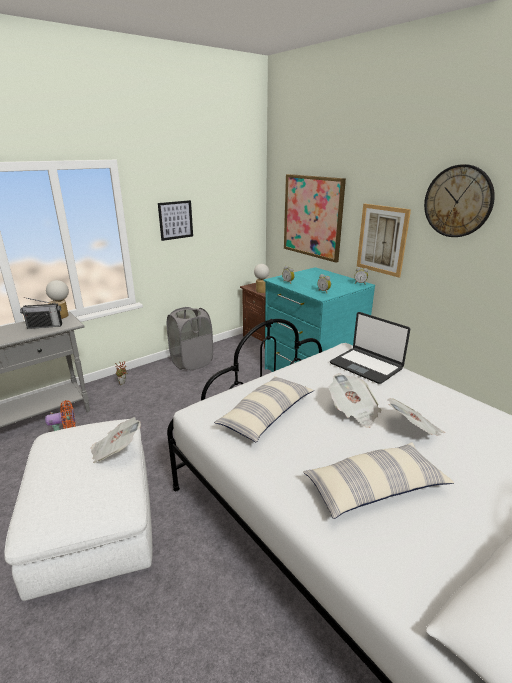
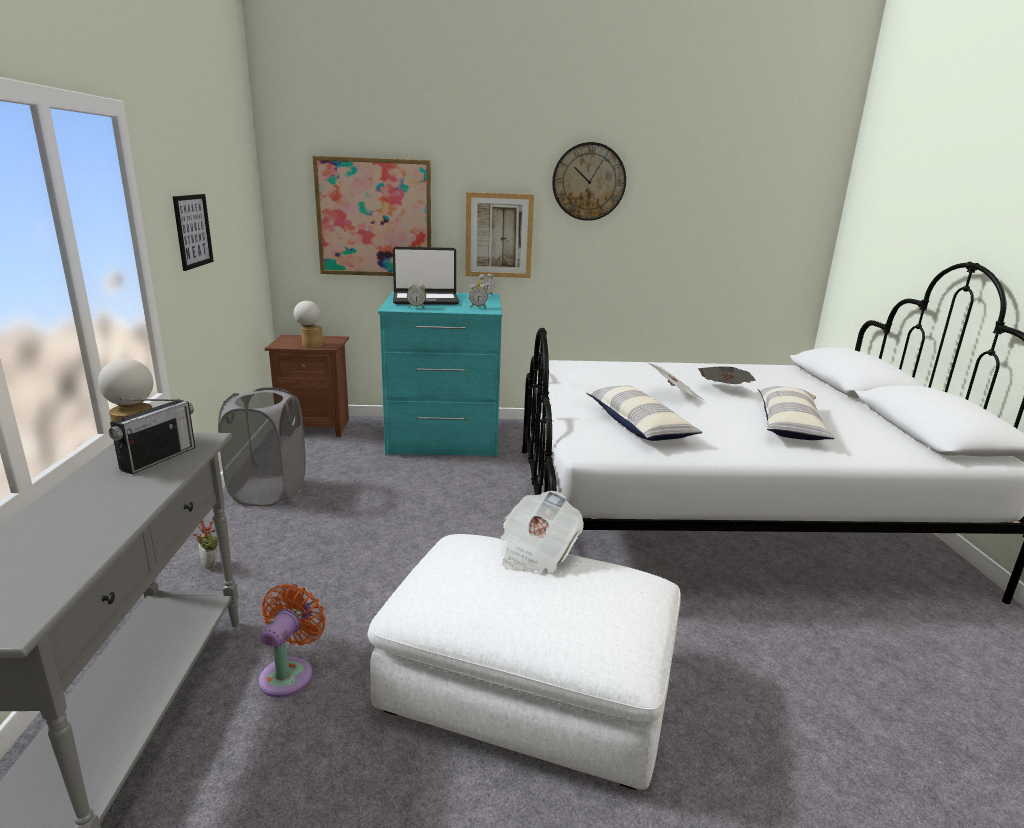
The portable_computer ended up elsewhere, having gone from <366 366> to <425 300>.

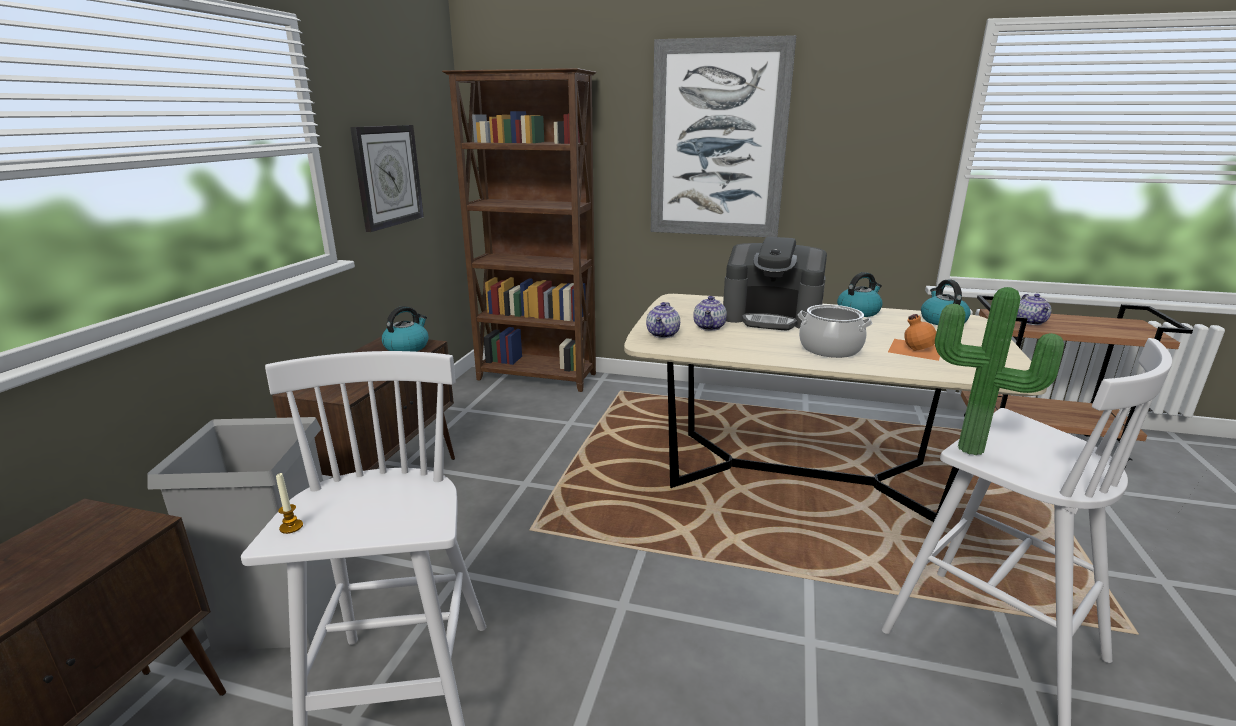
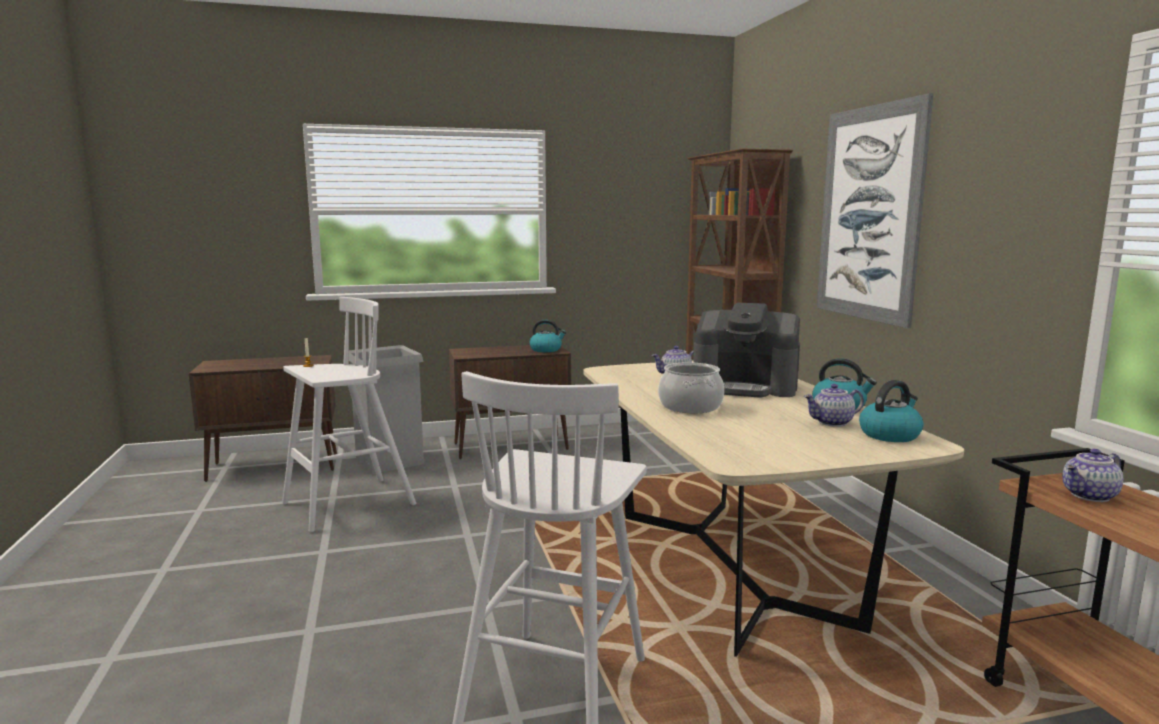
The second view lost the clock_on_the_wall at <387 176>. The pot_for_tea ended up elsewhere, having gone from <663 334> to <832 423>. The coffee_maker at <772 317> ended up facing another way, 60 degrees counterclockwise from before. The second view lost the orangey_beverage_bottle at <914 348>. The second view lost the houseplant at <971 451>.

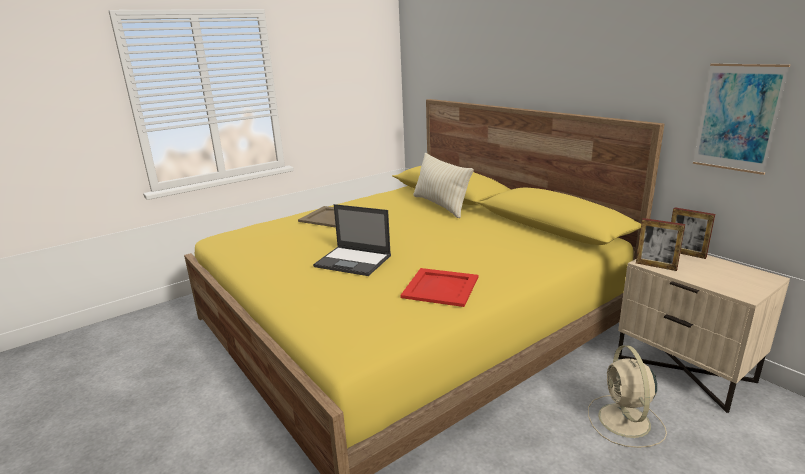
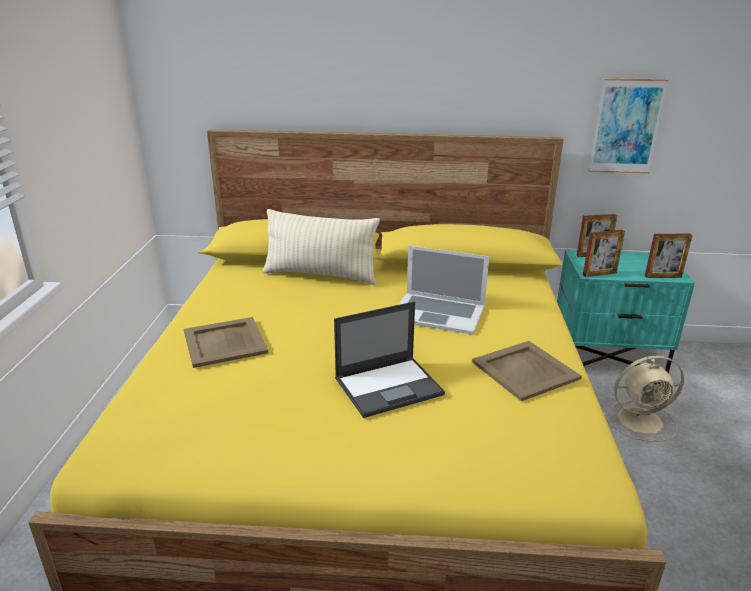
What was the red_tray at <440 287> turned into the beige-coloured_tray at <525 371>. The beige-coloured_electric_fan at <625 422> ended up facing another way, 45 degrees counterclockwise from before. What was the beige-coloured_bedside_table at <685 369> turned into the blue-green_bedside_table at <608 356>. The second view gained the portable_computer at <438 313>. The second view gained the standing_frame at <663 276>.

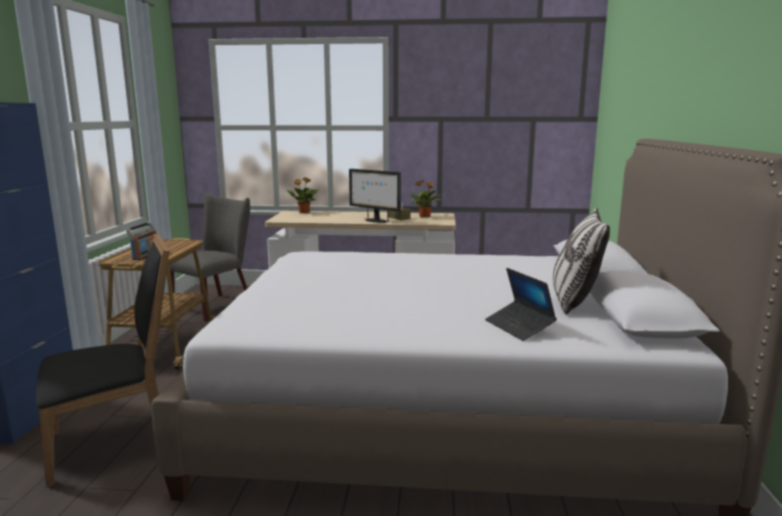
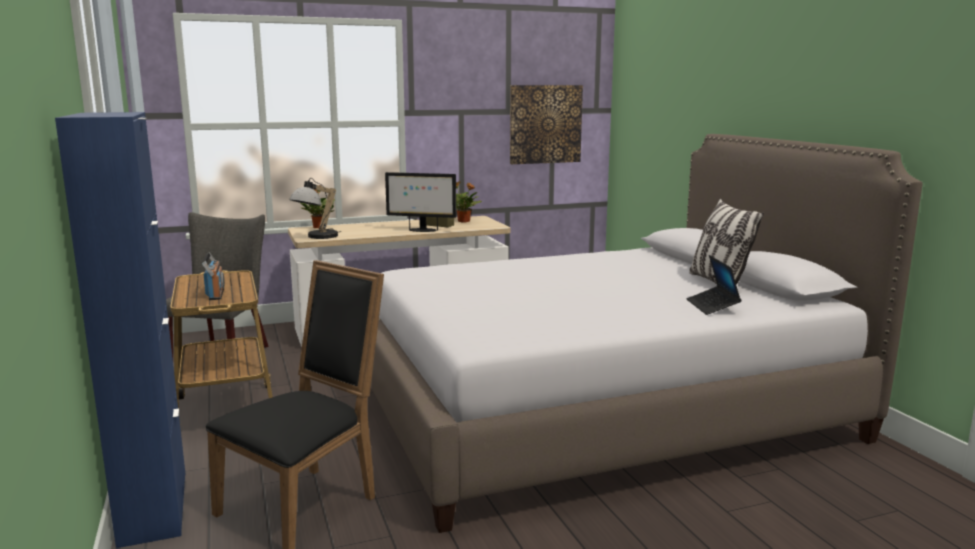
The portable_computer at <519 327> ended up facing another way, 45 degrees clockwise from before. The second view gained the tabletop_lamp at <316 237>. The second view gained the wall_art at <545 124>.

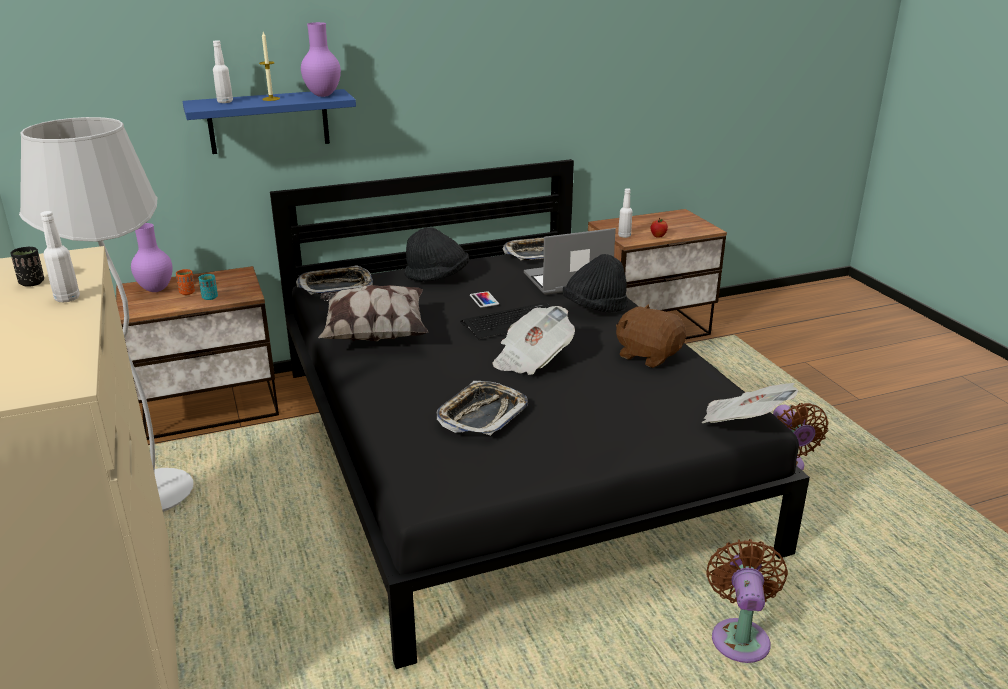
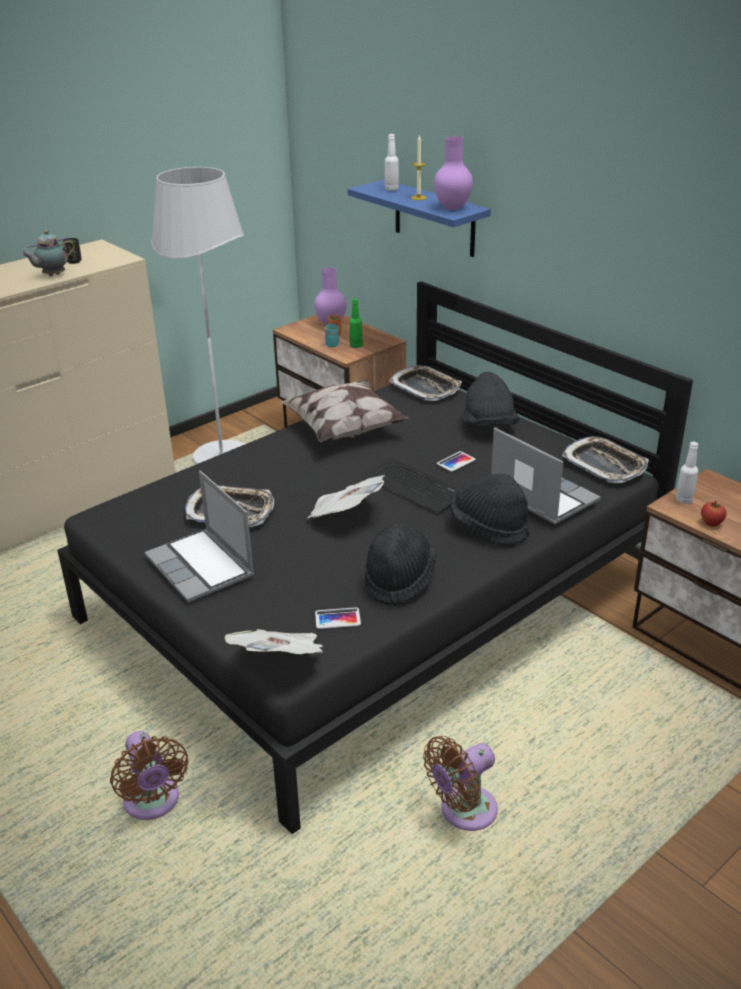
Where the whitish_beverage_bottle stood at <67 298>, the pot_for_tea came to stand at <52 275>. Where the brownish_plush_toy stood at <648 355>, the blackish_clothing_hat came to stand at <399 580>. The brownish_electric_fan at <740 636> ended up facing another way, 75 degrees clockwise from before. The second view gained the portable_computer at <202 567>. The second view gained the telephone at <337 618>. The second view gained the green_beverage_bottle at <356 346>.

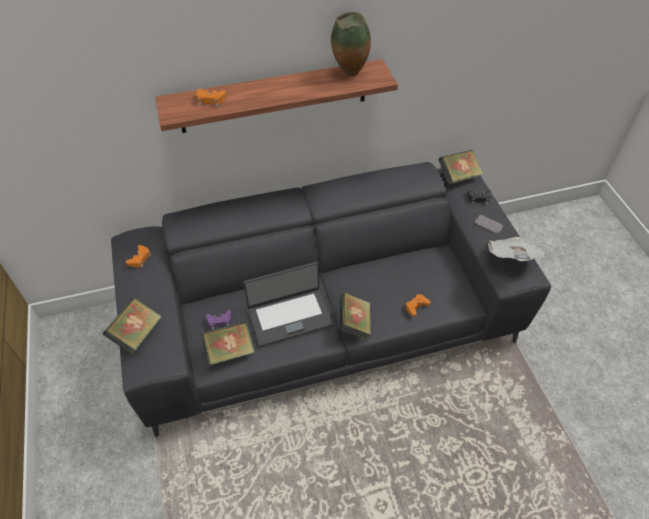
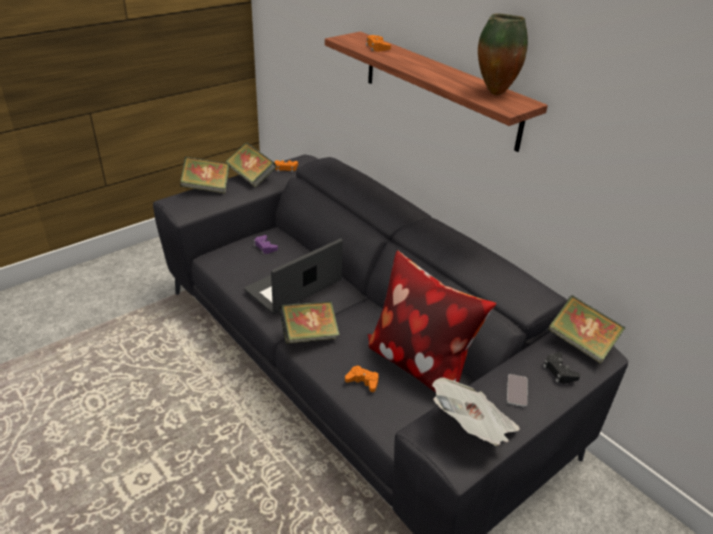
The bound_book ended up elsewhere, having gone from <229 351> to <251 177>. The portable_computer at <289 316> ended up facing another way, 90 degrees clockwise from before. The second view gained the throw_pillow at <419 362>.

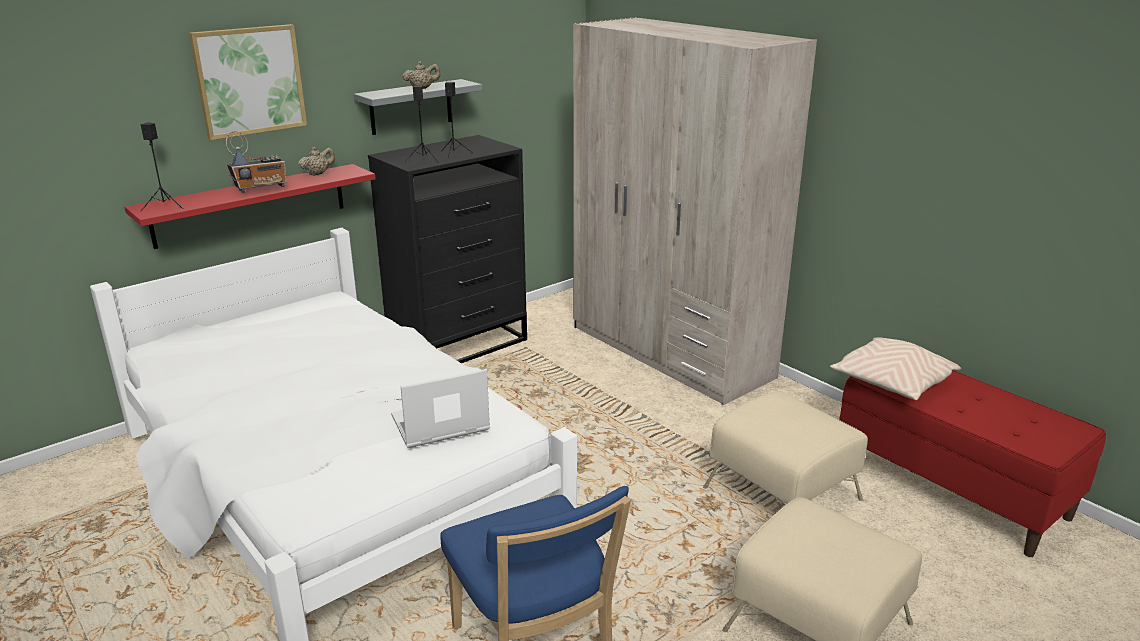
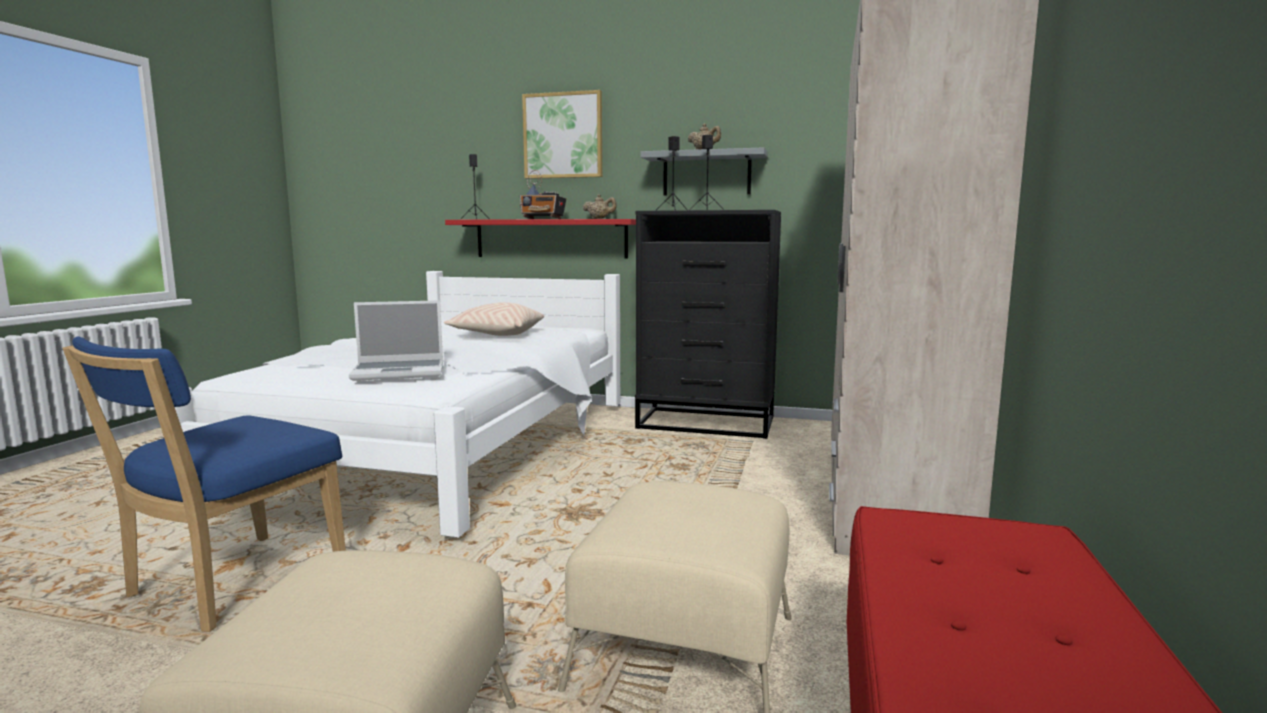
The portable_computer at <439 425> ended up facing another way, 135 degrees clockwise from before. The beige-coloured_throw_pillow ended up elsewhere, having gone from <892 383> to <496 334>.

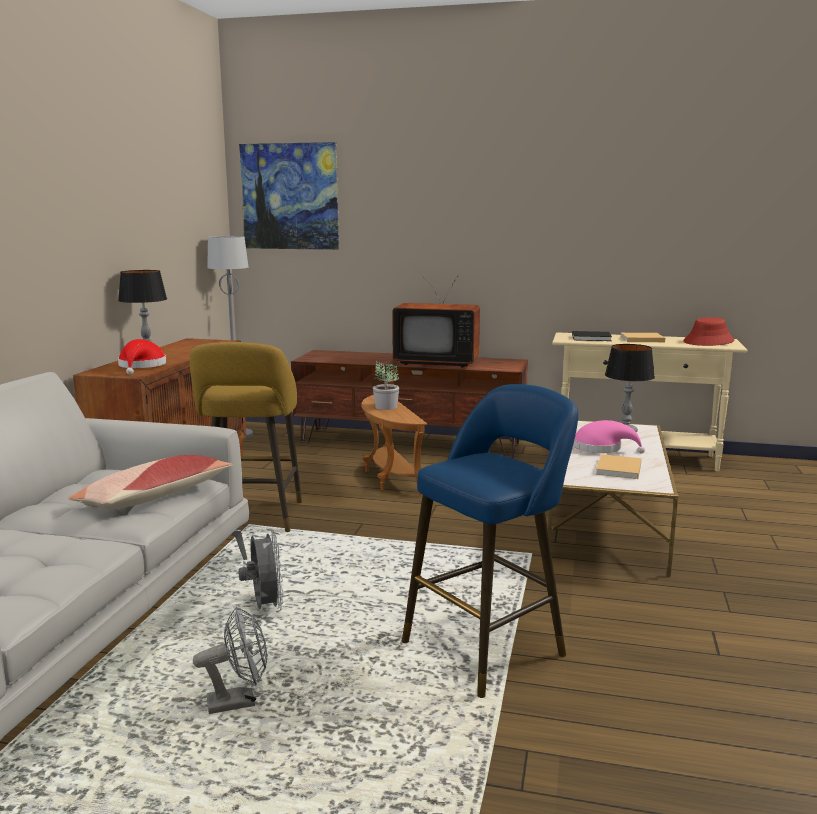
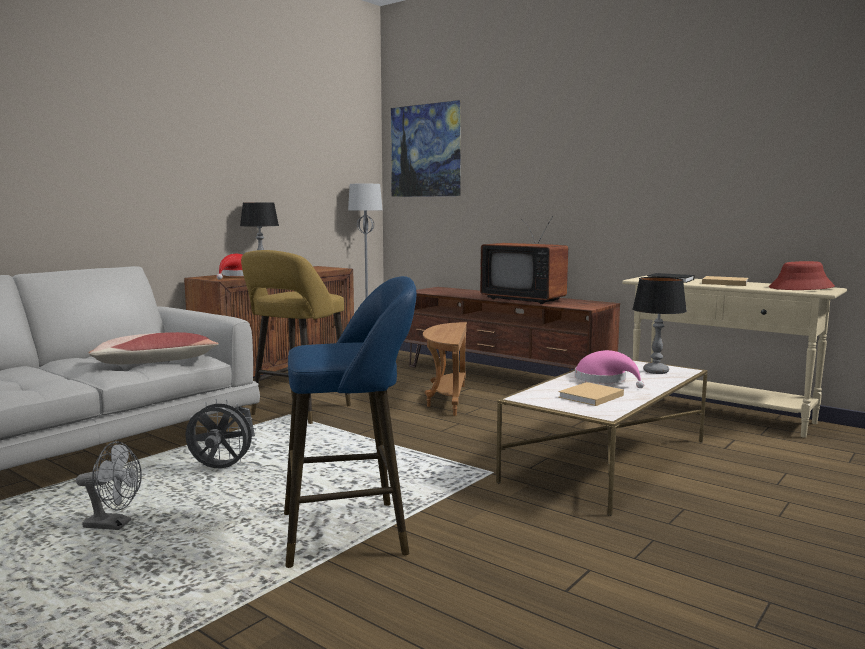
The gray_electric_fan at <265 608> ended up facing another way, 90 degrees counterclockwise from before. The second view lost the houseplant at <385 407>.

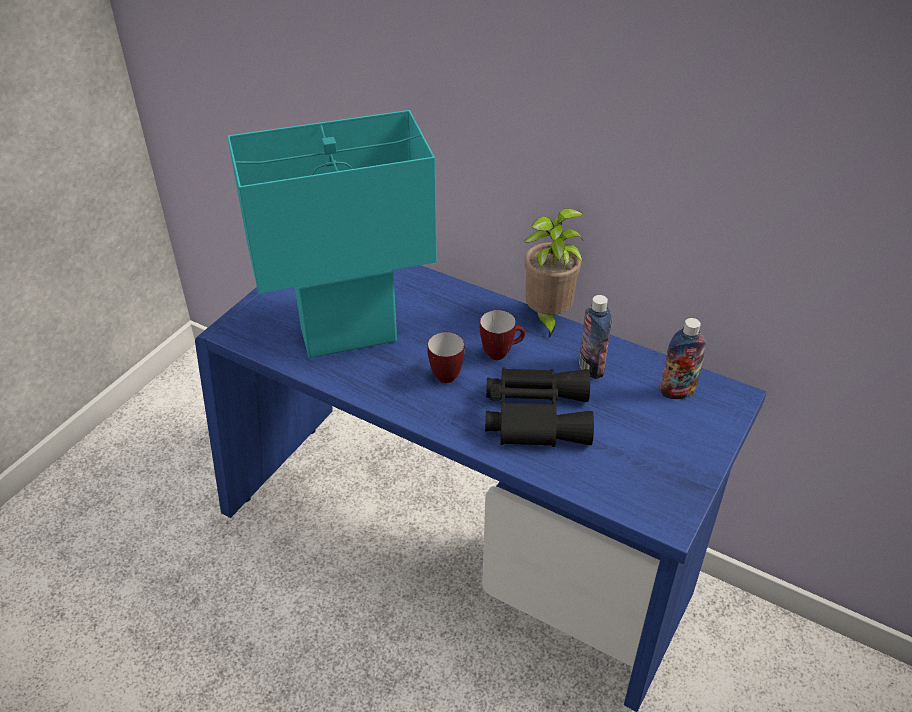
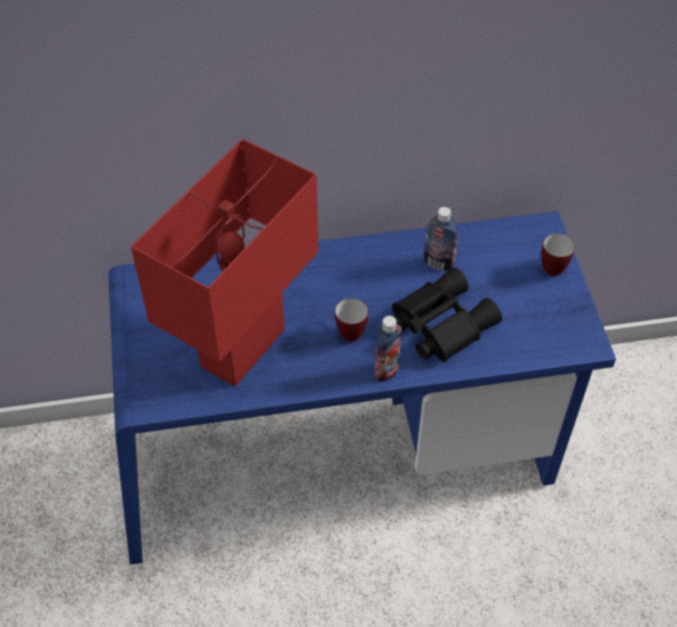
What was the blue-green_tabletop_lamp at <348 335> turned into the red_tabletop_lamp at <243 348>. The coffee_mug ended up elsewhere, having gone from <501 353> to <554 267>. The second view lost the houseplant at <547 318>. The beverage_bottle ended up elsewhere, having gone from <677 392> to <386 370>.

